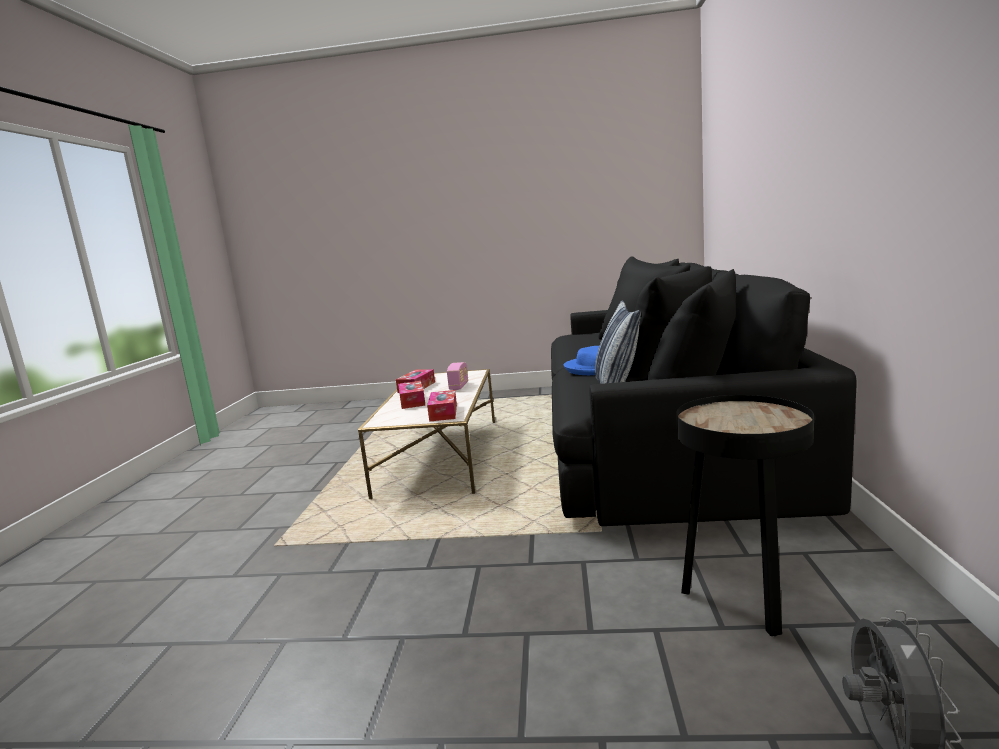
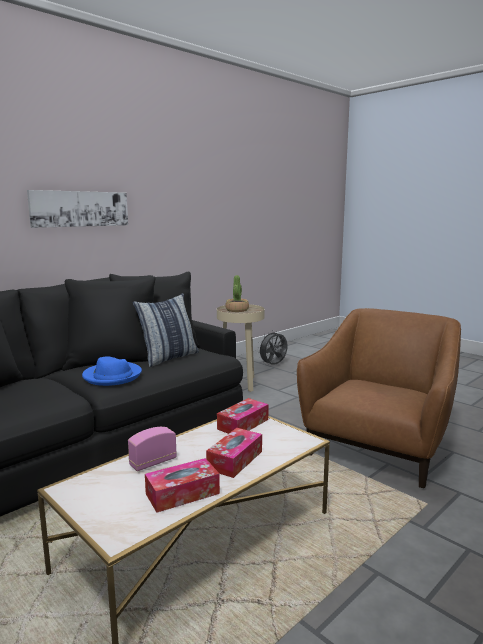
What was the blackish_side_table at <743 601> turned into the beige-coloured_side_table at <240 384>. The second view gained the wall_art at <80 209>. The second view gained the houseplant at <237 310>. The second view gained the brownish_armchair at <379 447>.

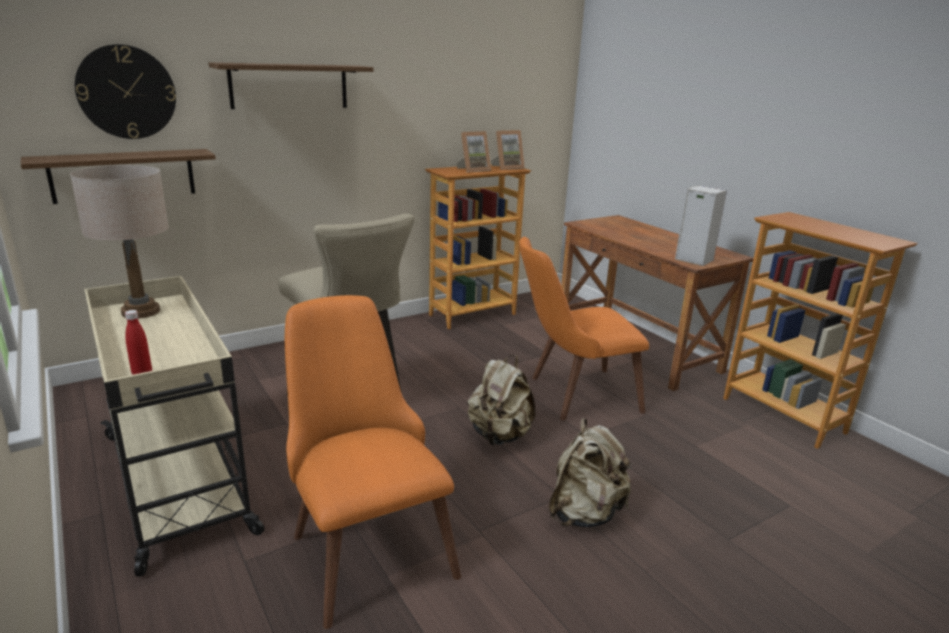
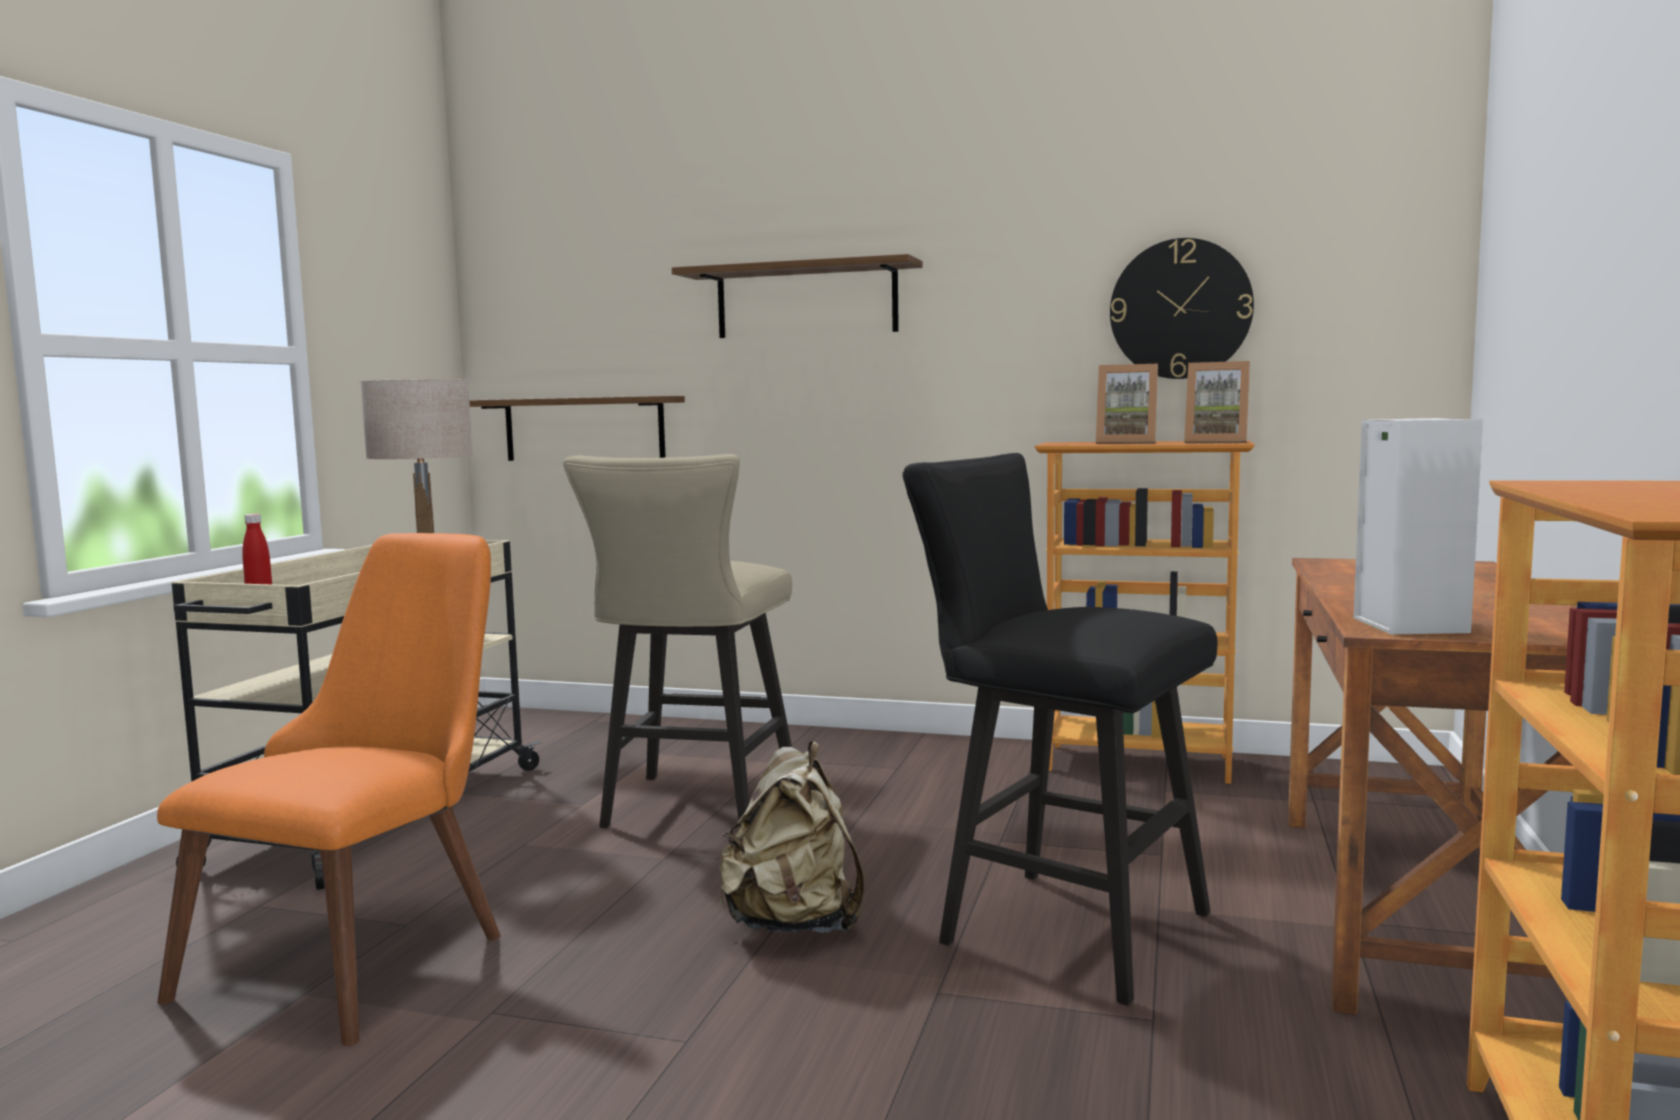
The clock_on_the_wall ended up elsewhere, having gone from <126 92> to <1180 309>. Where the orangey_plain_chair stood at <571 395>, the blackish_stool came to stand at <1057 925>. The second view lost the beige-coloured_rucksack at <585 513>.

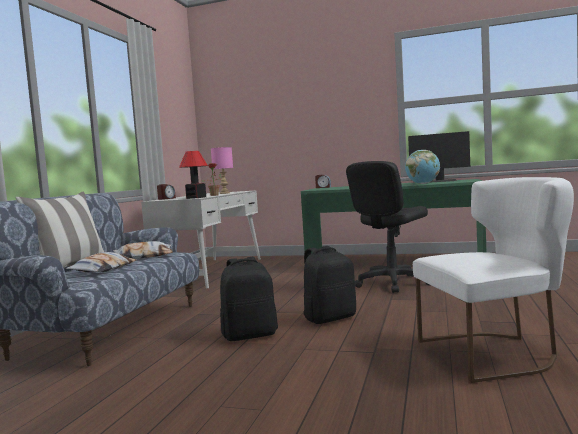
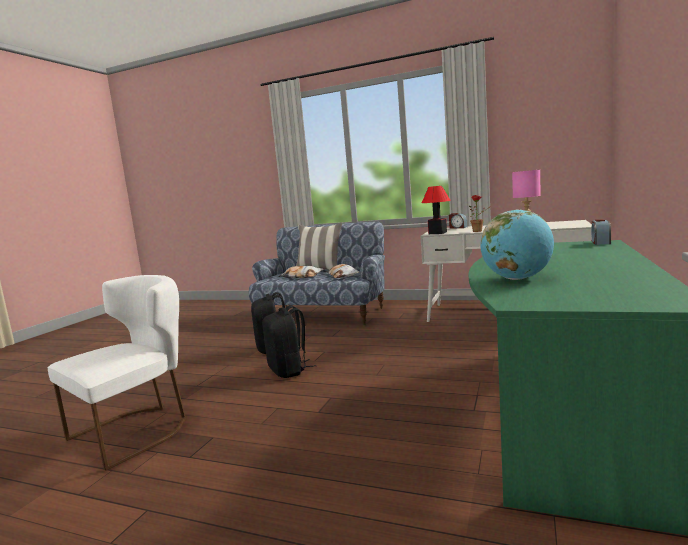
The second view lost the blackish_desk_chair at <392 283>. The second view lost the computer_display at <440 181>. The whitish_plain_chair at <496 353> ended up facing another way, 135 degrees counterclockwise from before.

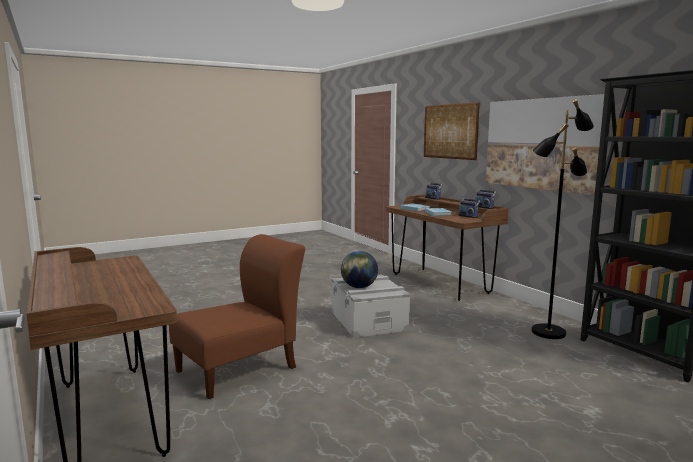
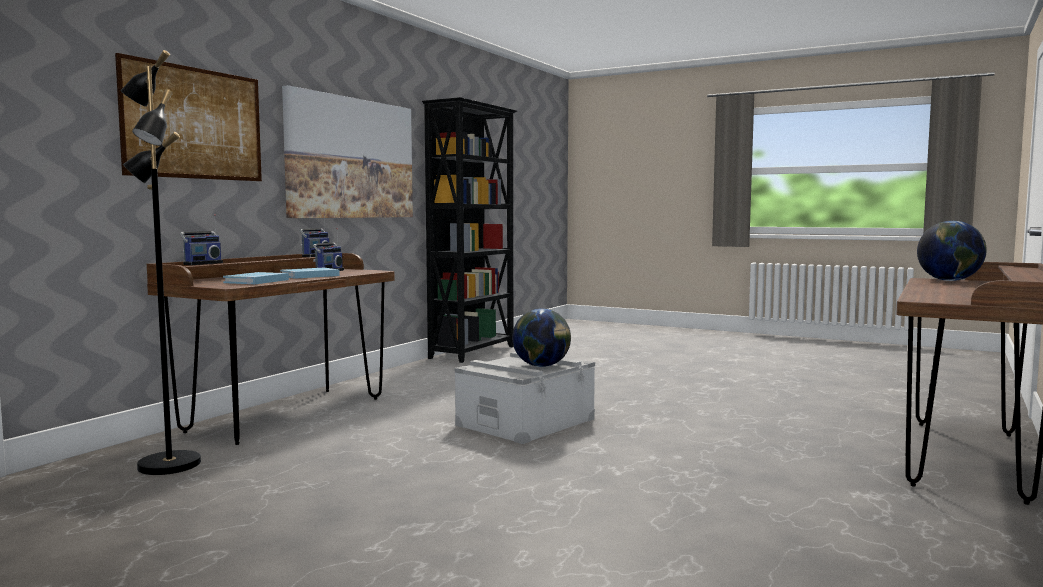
The second view lost the brownish_plain_chair at <241 368>. The blackish_standard_lamp ended up elsewhere, having gone from <548 332> to <167 465>. The second view gained the globe at <949 280>.

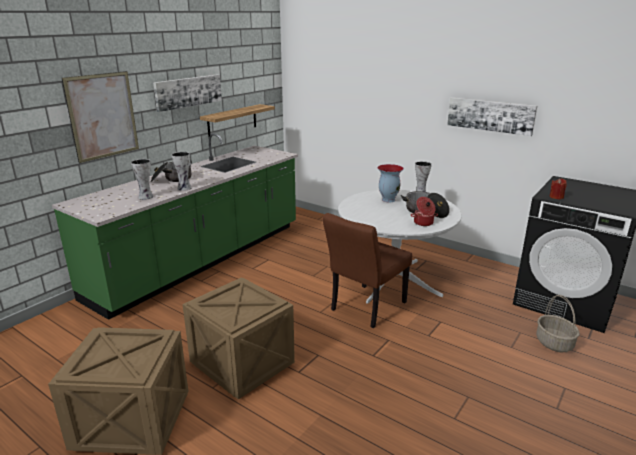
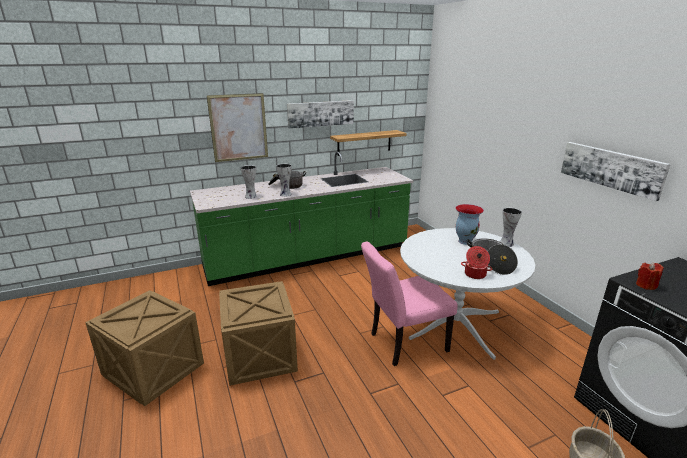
What was the brownish_plain_chair at <364 308> turned into the pink-coloured_plain_chair at <403 343>.

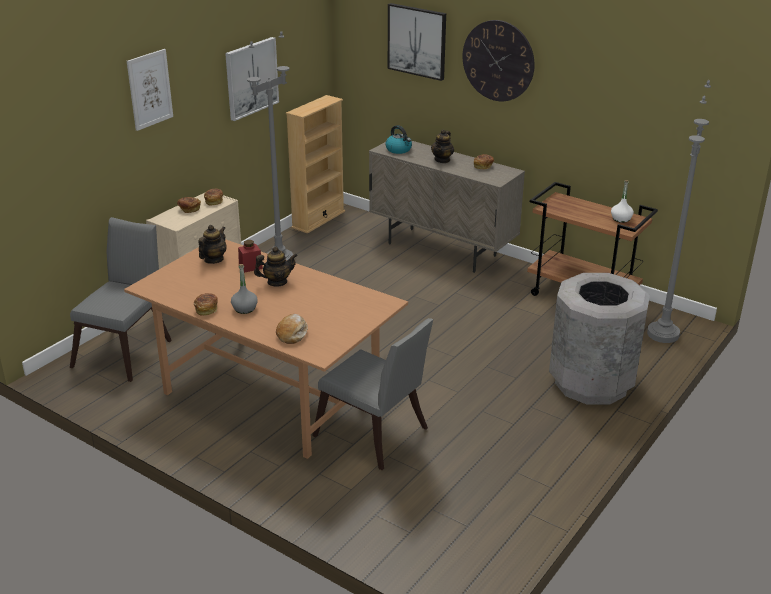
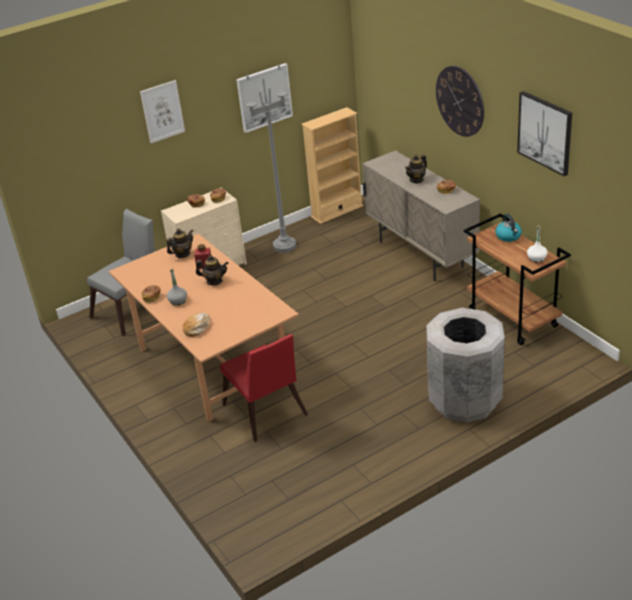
What was the gray_plain_chair at <375 436> turned into the red_plain_chair at <266 414>. The water_kettle ended up elsewhere, having gone from <399 150> to <508 236>. The wall_art ended up elsewhere, having gone from <417 41> to <545 132>. The second view lost the gray_standard_lamp at <663 334>.

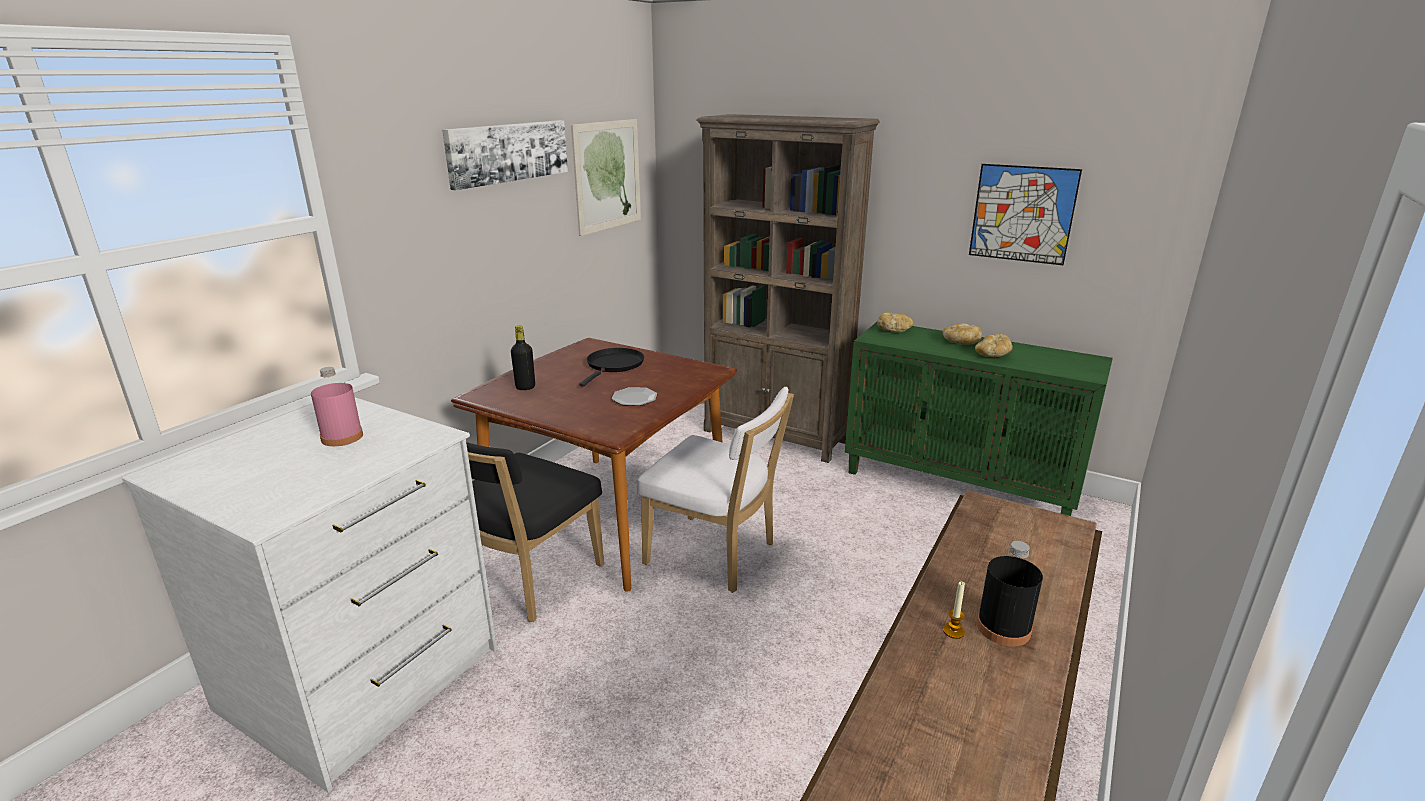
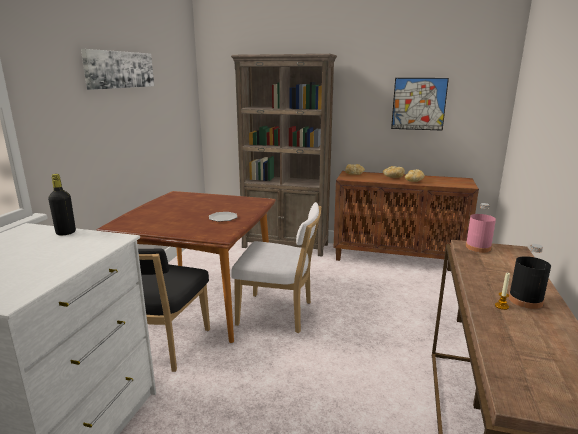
The pink-coloured_beverage_bottle ended up elsewhere, having gone from <342 437> to <478 247>. The blackish_beverage_bottle ended up elsewhere, having gone from <525 387> to <66 233>. The second view lost the wall_art at <607 175>. The second view lost the blackish_frying_pan at <614 365>. What was the green_storage_cabinet at <960 485> turned into the brownish_storage_cabinet at <398 259>.

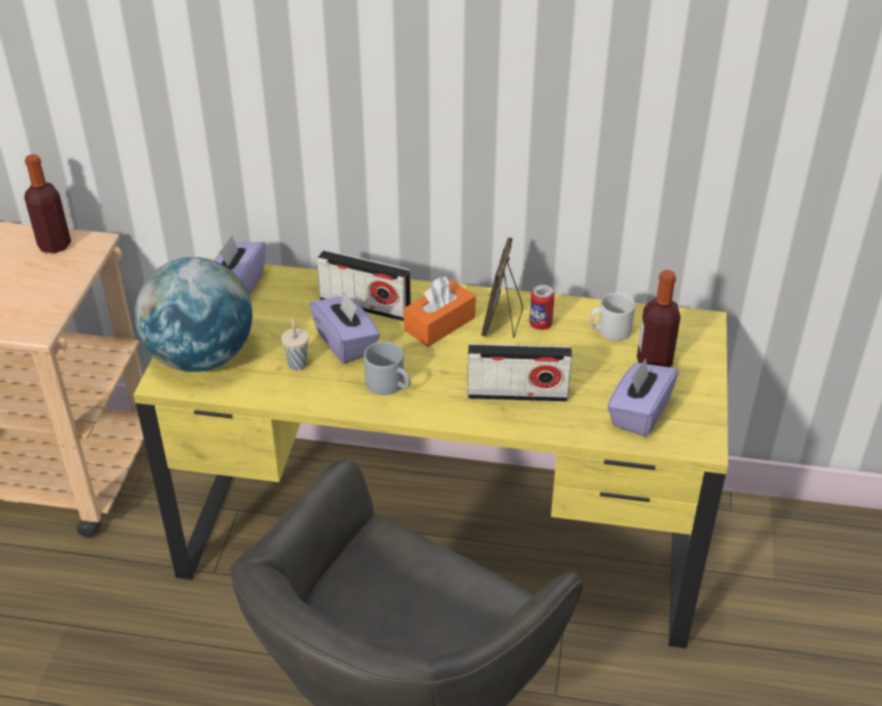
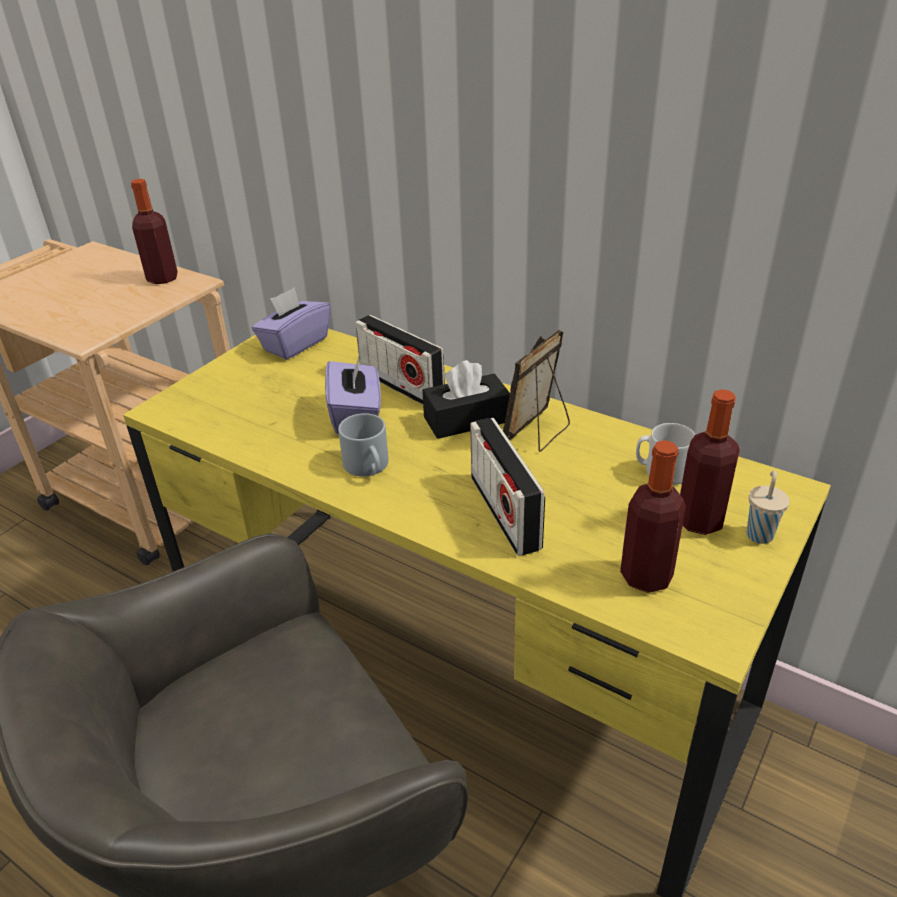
The second view lost the globe at <201 357>. The beige-coloured_small_cup ended up elsewhere, having gone from <297 363> to <759 534>. What was the orangey_tissue_holder at <439 324> turned into the blackish_tissue_holder at <466 419>. The radio_receiver at <517 393> ended up facing another way, 45 degrees clockwise from before. The second view lost the metal_can at <540 324>. Where the purple_tissue_holder stood at <639 413>, the beverage_bottle came to stand at <646 576>.

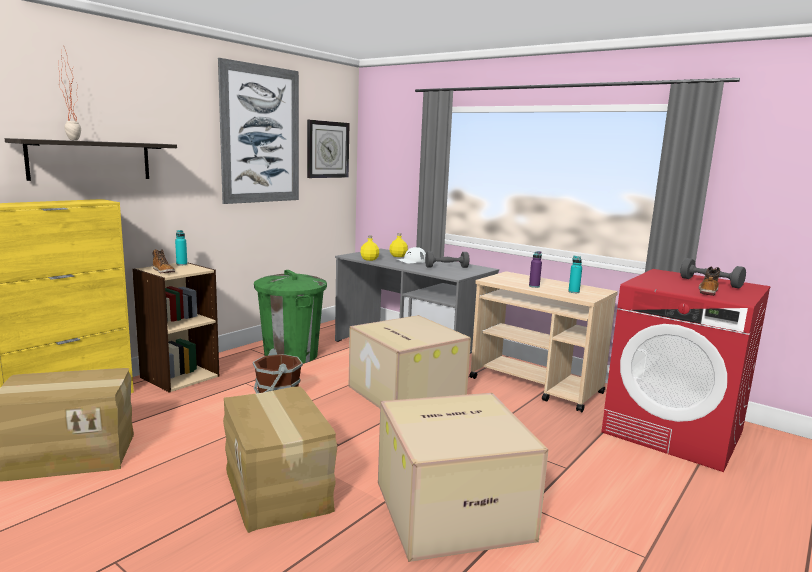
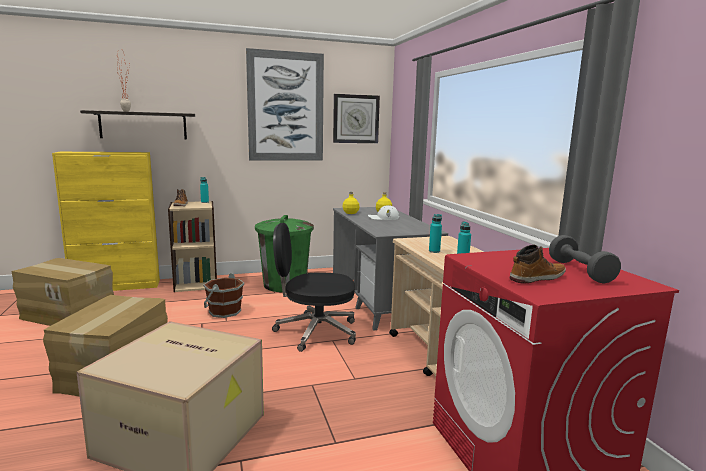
Where the carton stood at <404 392>, the blackish_desk_chair came to stand at <315 332>. The second view lost the gray_dumbbell at <446 267>. What was the purple_beverage_bottle at <534 286> turned into the blue-green_beverage_bottle at <434 251>.

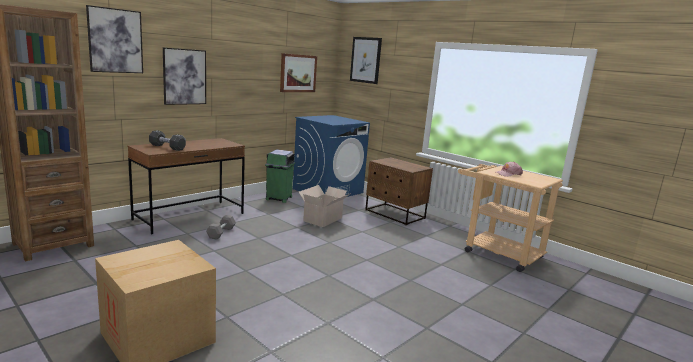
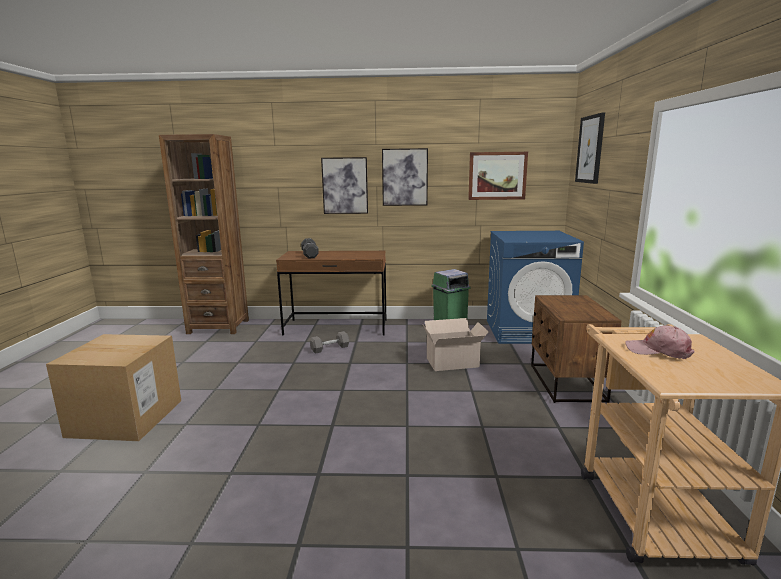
The wall_art ended up elsewhere, having gone from <115 41> to <405 177>.

